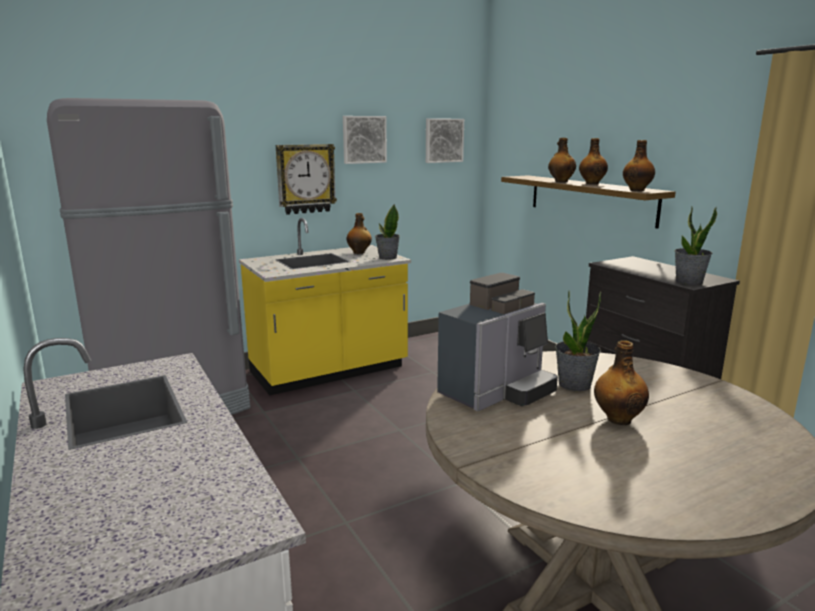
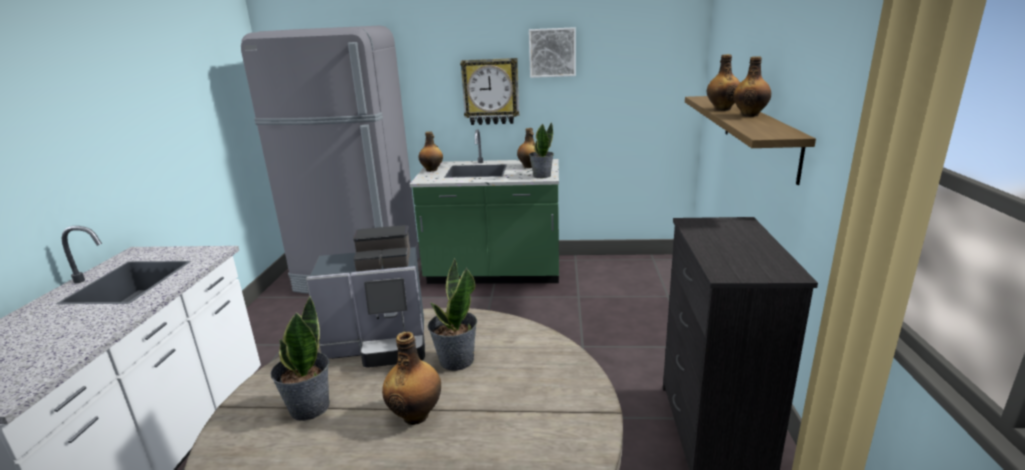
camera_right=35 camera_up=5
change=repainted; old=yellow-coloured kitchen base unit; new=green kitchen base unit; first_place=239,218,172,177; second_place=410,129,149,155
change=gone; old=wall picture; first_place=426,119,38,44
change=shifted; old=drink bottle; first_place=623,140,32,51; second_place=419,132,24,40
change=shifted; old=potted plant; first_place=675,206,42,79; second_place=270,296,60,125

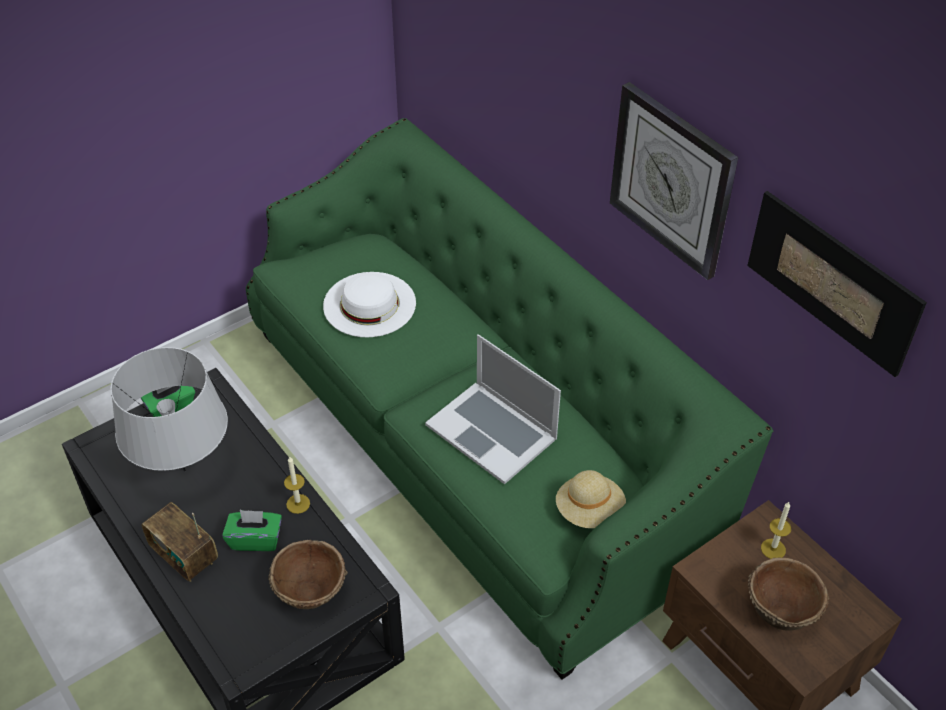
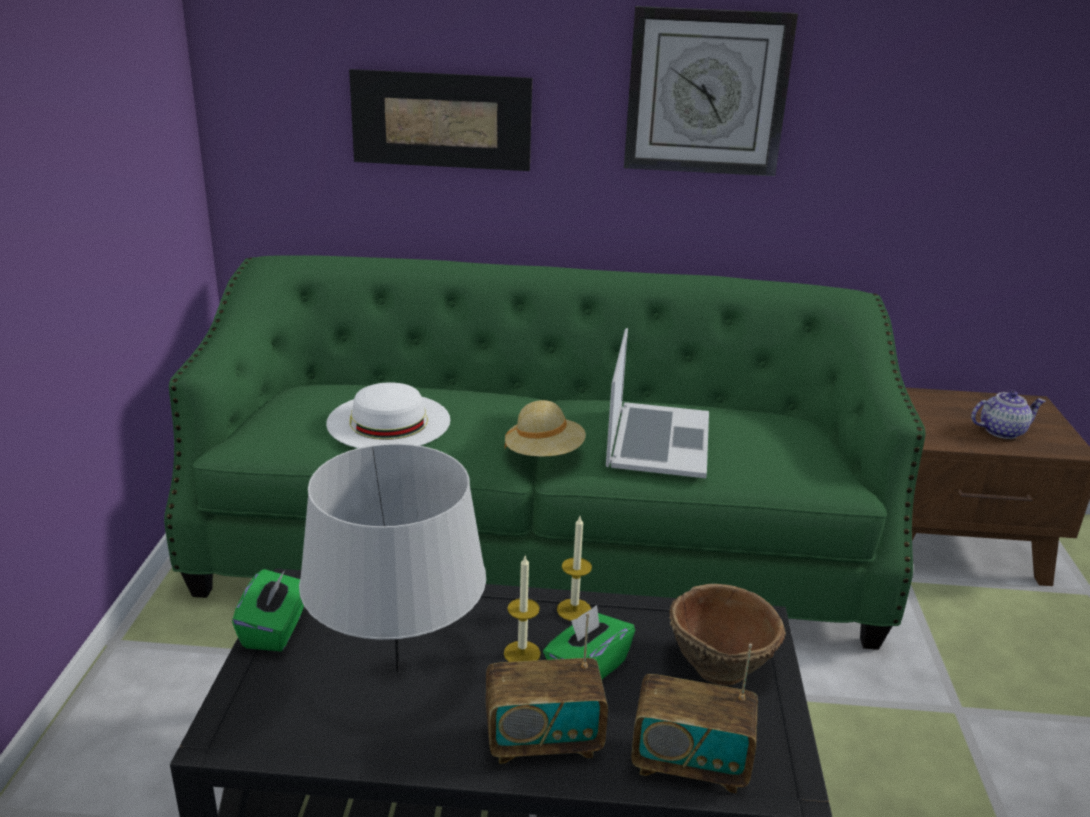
camera_right=-50 camera_up=-20
change=rotated; old=laptop; first_place=425,334,136,150; second_place=606,328,103,150; degrees=-75
change=shifted; old=beige-coloured clothing hat; first_place=556,470,70,58; second_place=505,400,81,57
change=shifted; old=wall picture; first_place=747,191,180,186; second_place=349,69,183,102
change=swapped; old=brown-coloured serving bowl; new=pot for tea; first_place=748,558,81,73; second_place=971,391,75,48
change=shifted; old=wax candle; first_place=761,502,30,57; second_place=504,556,37,106
change=new; new=radio receiver; second_place=631,644,127,149

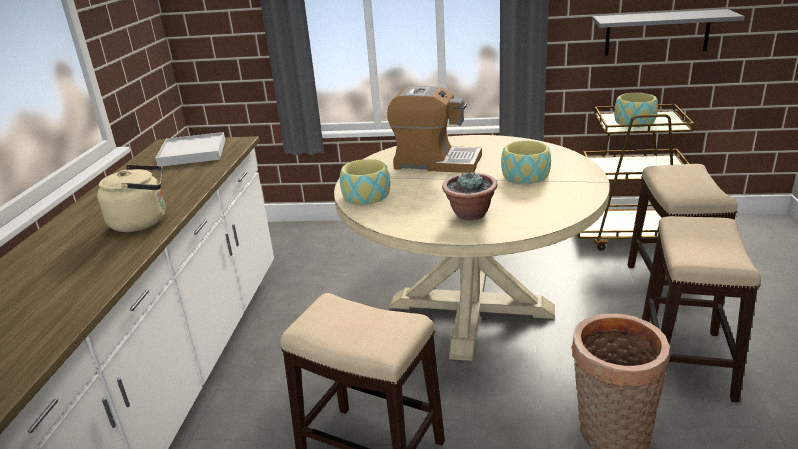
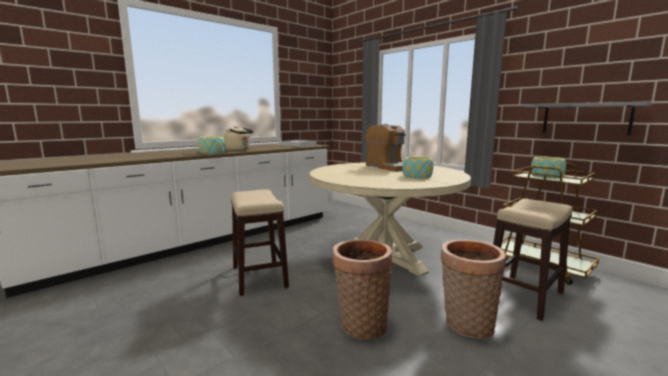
camera_right=40 camera_up=-15
change=shifted; old=serving bowl; first_place=340,159,50,45; second_place=198,136,27,18
change=gone; old=potted plant; first_place=442,172,56,48
change=swapped; old=sitting stool; new=household basket; first_place=642,216,119,186; second_place=441,239,65,100

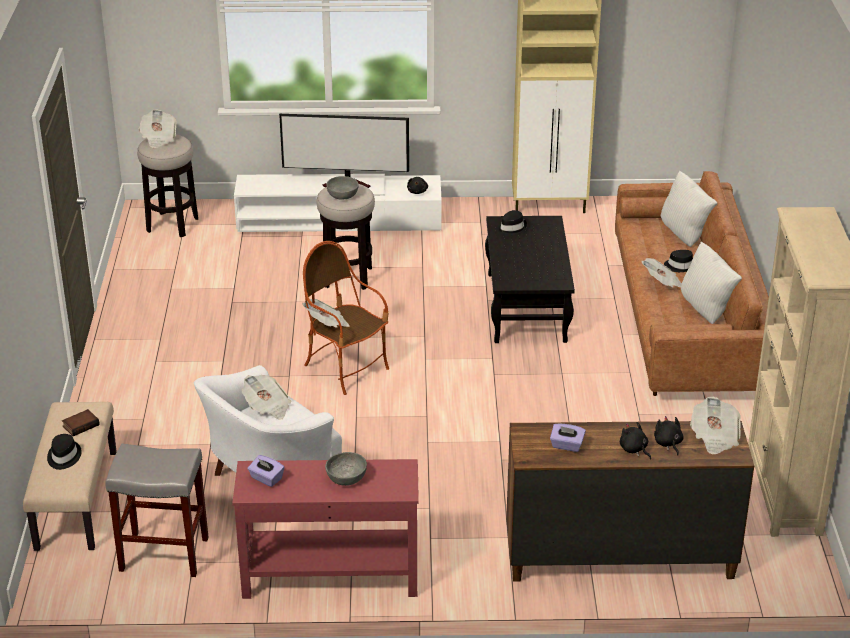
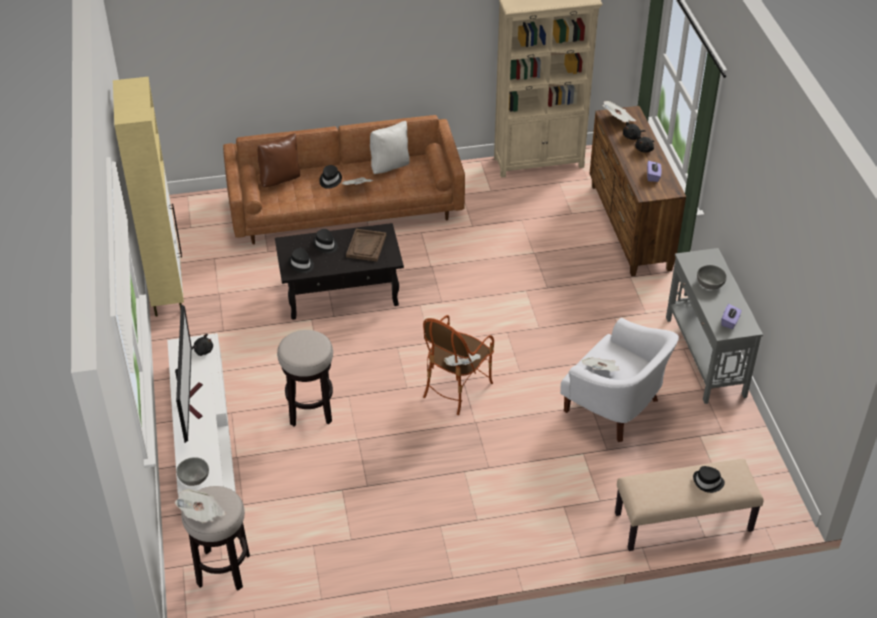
camera_right=-100 camera_up=10
change=gone; old=volume; first_place=62,409,38,27
change=gone; old=grey sitting stool; first_place=105,443,104,134
change=repainted; old=red-coloured console table; new=grey console table; first_place=232,459,187,140; second_place=666,248,97,156
change=shifted; old=grey serving bowl; first_place=326,176,33,24; second_place=177,457,32,29
change=repainted; old=white pillow; new=brown-coloured pillow; first_place=661,170,56,77; second_place=258,133,42,55
change=new; new=black-coloured clothing hat; second_place=313,229,25,24
change=new; new=brown-coloured tray; second_place=346,229,40,32

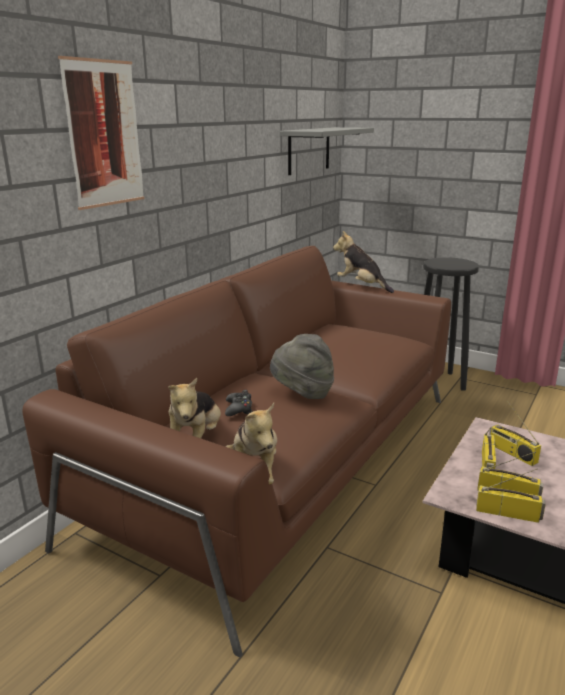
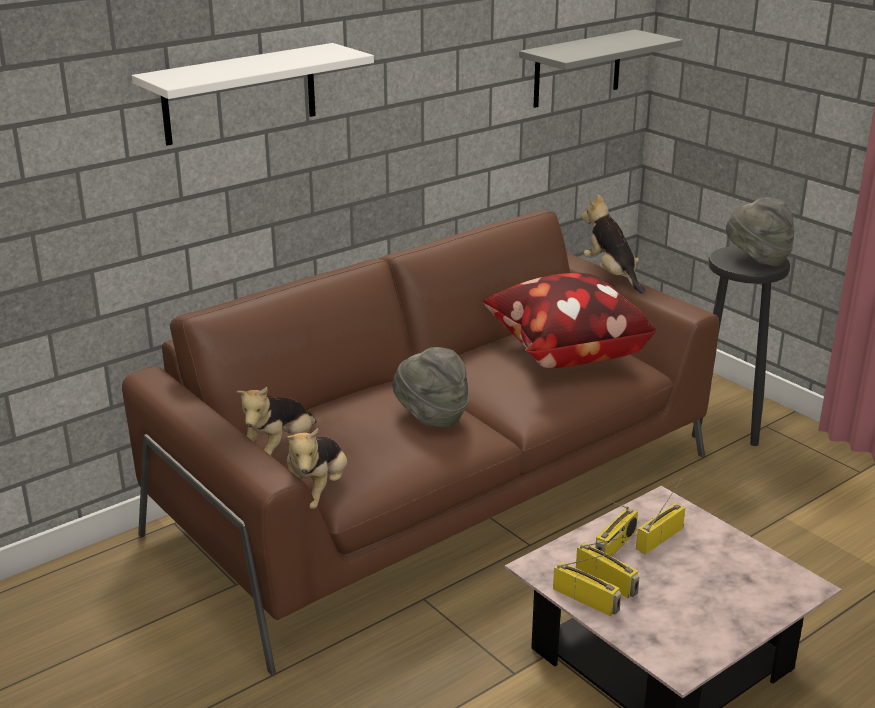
camera_right=20 camera_up=5
change=swapped; old=wall picture; new=white shelf; first_place=58,56,86,154; second_place=132,43,242,103
change=gone; old=black-coloured game controller; first_place=225,390,27,26
change=rotated; old=radio receiver; first_place=489,401,52,65; second_place=636,478,49,76; degrees=60
change=new; new=pillow; second_place=483,273,173,95
change=new; new=grey clothing hat; second_place=726,197,68,69

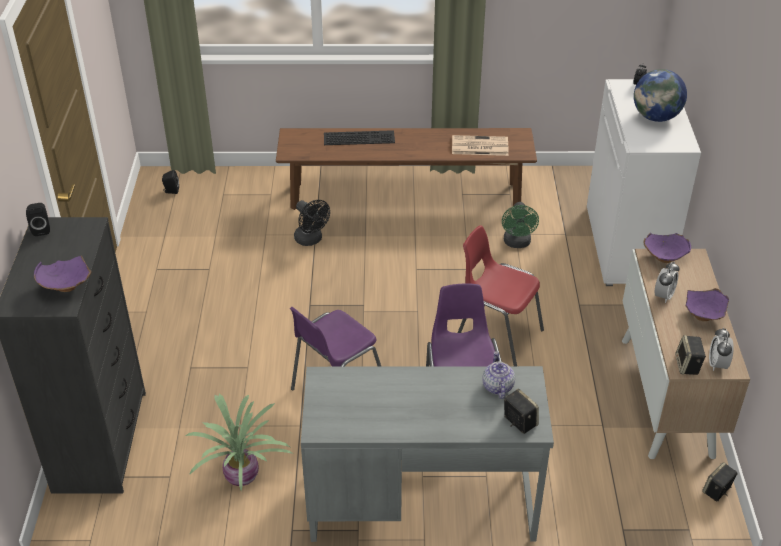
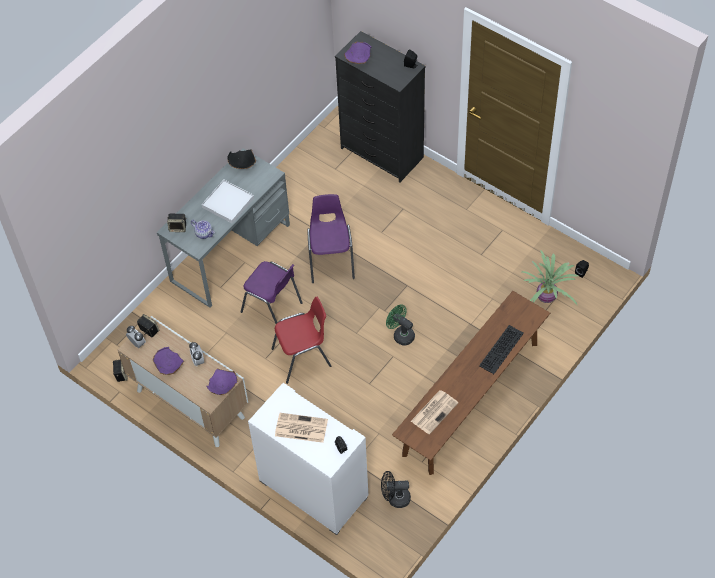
camera_right=130 camera_up=15
change=shifted; old=potted plant; first_place=185,394,108,97; second_place=522,250,56,56
change=shifted; old=black-coloured cooling fan; first_place=294,200,36,46; second_place=381,471,30,37
change=shifted; old=green cooling fan; first_place=502,202,37,46; second_place=386,305,29,41
change=swapped; old=desk globe; new=daily paper; first_place=634,69,53,53; second_place=275,413,53,30
change=new; new=white tray; second_place=202,180,52,44
change=new; new=black-coloured serving bowl; second_place=227,149,29,20

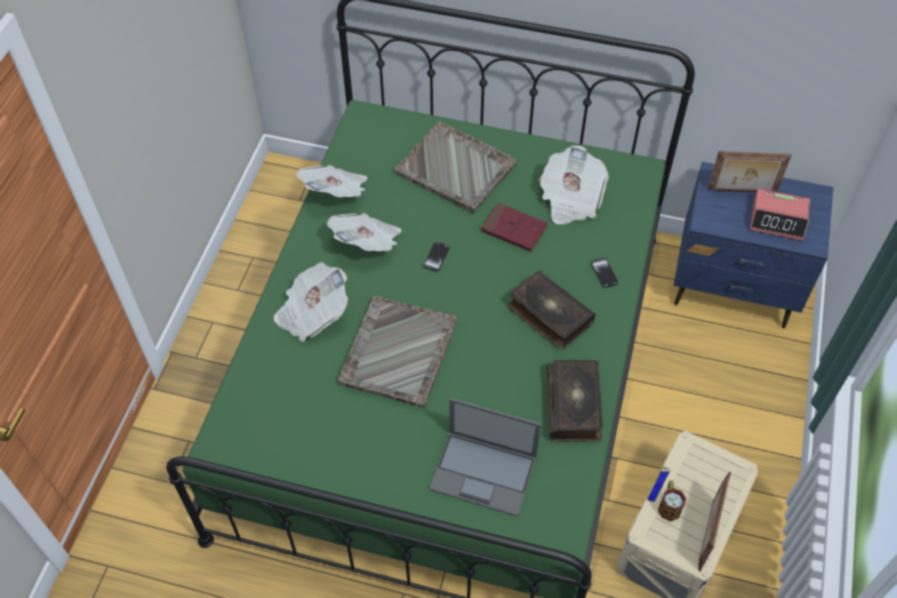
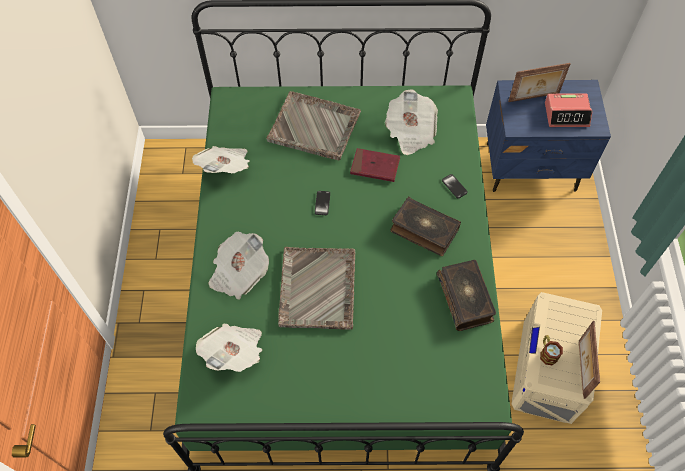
camera_right=-15 camera_up=5
change=shifted; old=daily paper; first_place=327,213,75,38; second_place=196,324,66,48
change=gone; old=laptop; first_place=429,398,112,119

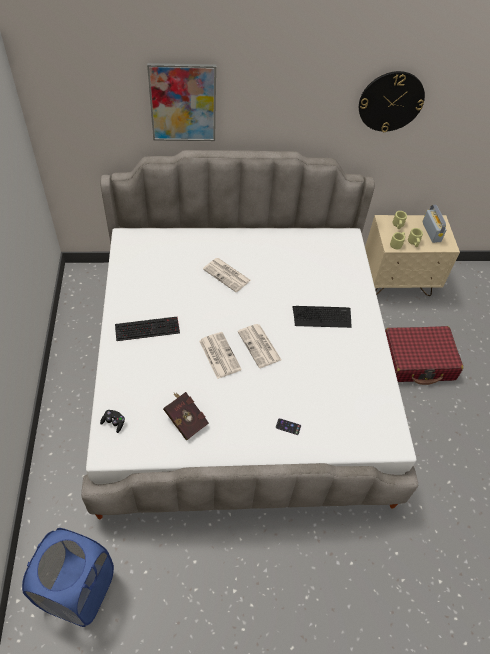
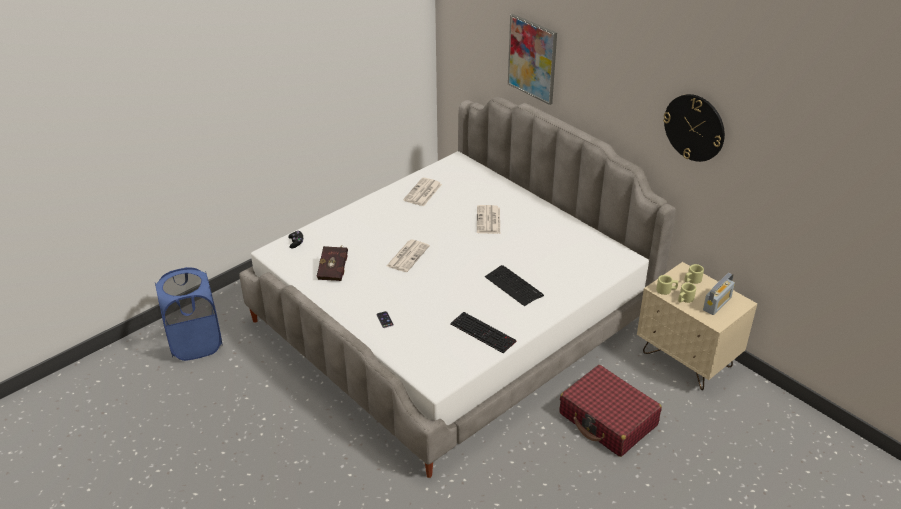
camera_right=55 camera_up=-15
change=shifted; old=computer keyboard; first_place=115,317,65,24; second_place=450,312,67,41
change=shifted; old=daily paper; first_place=238,324,43,44; second_place=403,177,39,29

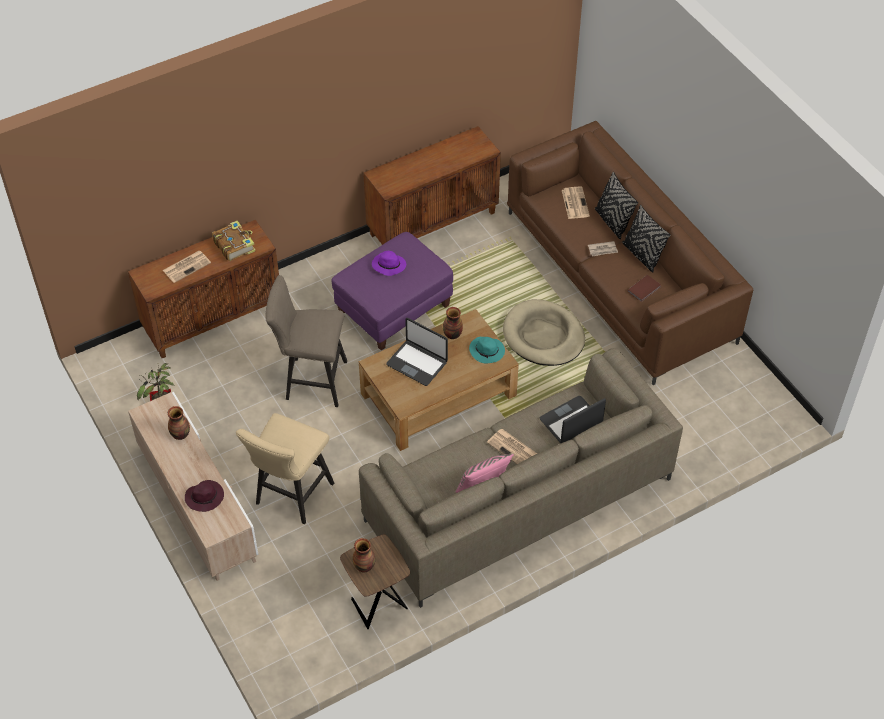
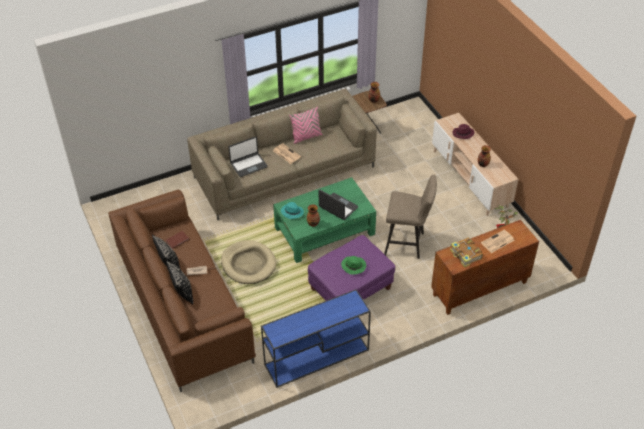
camera_right=-175 camera_up=-5
change=gone; old=beige-coloured sitting stool; first_place=236,413,98,111
change=repainted; old=brown-coloured coffee table; new=green coffee table; first_place=359,309,160,142; second_place=273,177,103,86
change=swapped; old=brown-coloured storage cabinet; new=blue console table; first_place=363,126,138,119; second_place=261,289,110,99
change=repainted; old=purplish clothing hat; new=green clothing hat; first_place=372,251,34,25; second_place=341,256,25,19
change=gone; old=daily paper; first_place=562,186,28,33

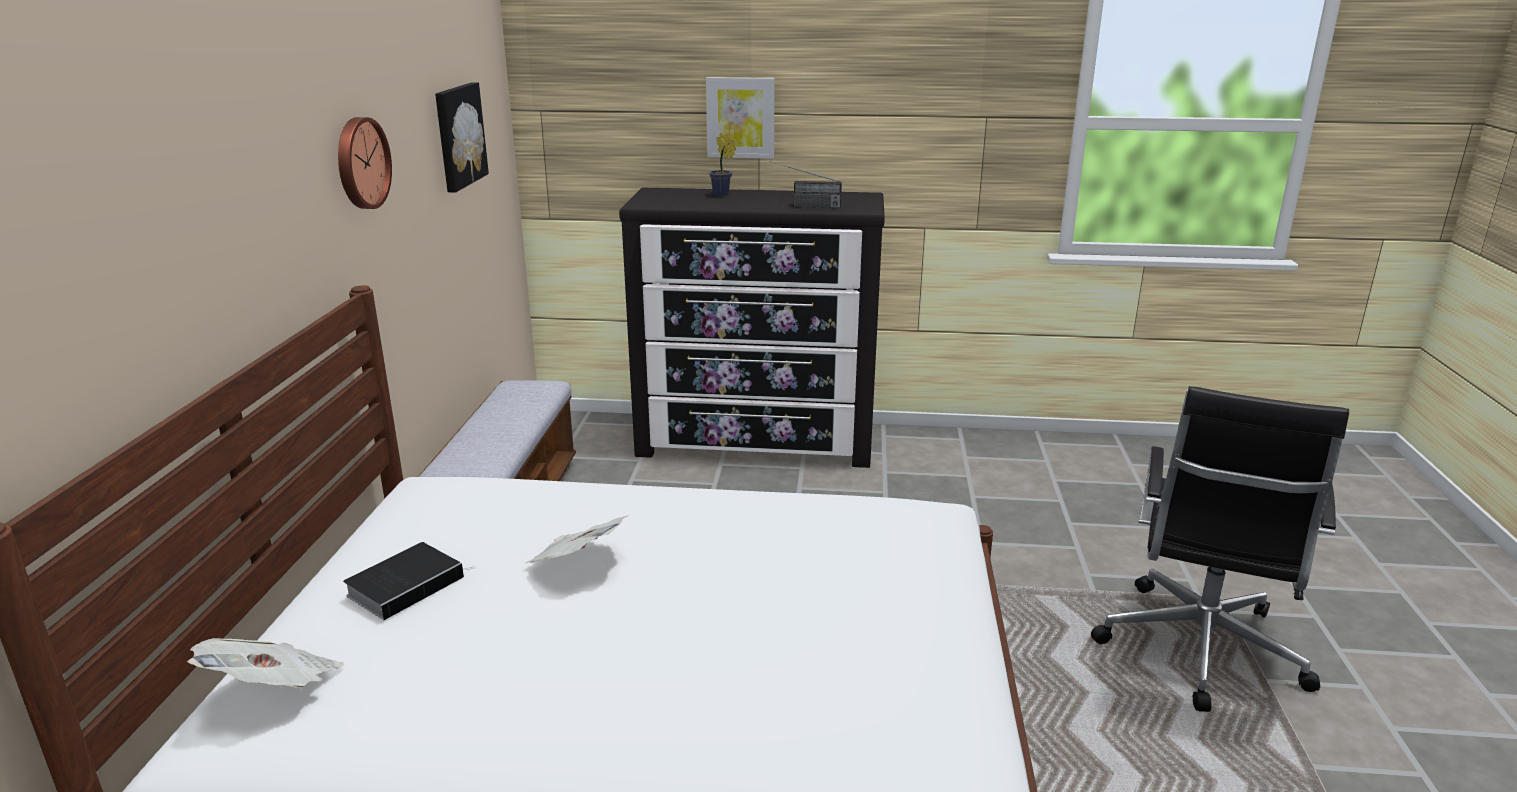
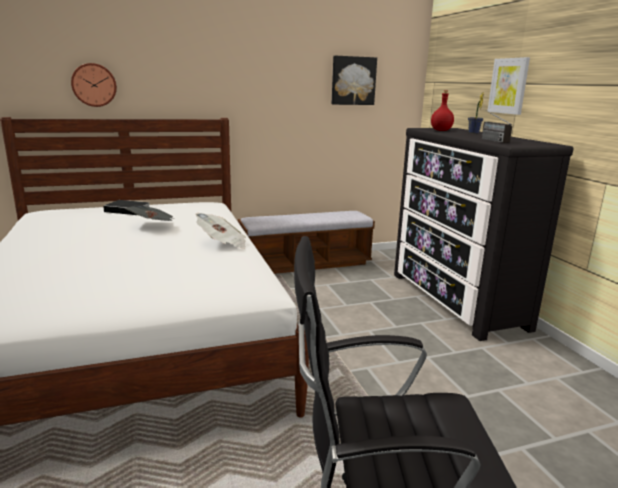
camera_right=65 camera_up=-5
change=shifted; old=daily paper; first_place=187,638,157,49; second_place=196,213,50,36
change=shifted; old=hanging clock; first_place=338,117,54,92; second_place=71,63,46,44
change=new; new=red-coloured drink bottle; second_place=431,90,23,41

